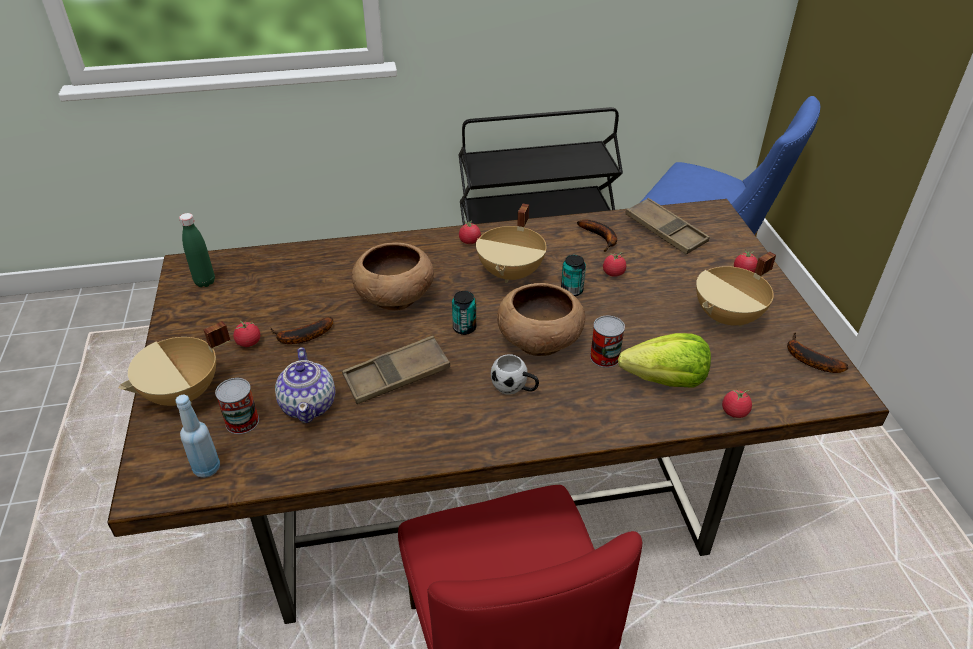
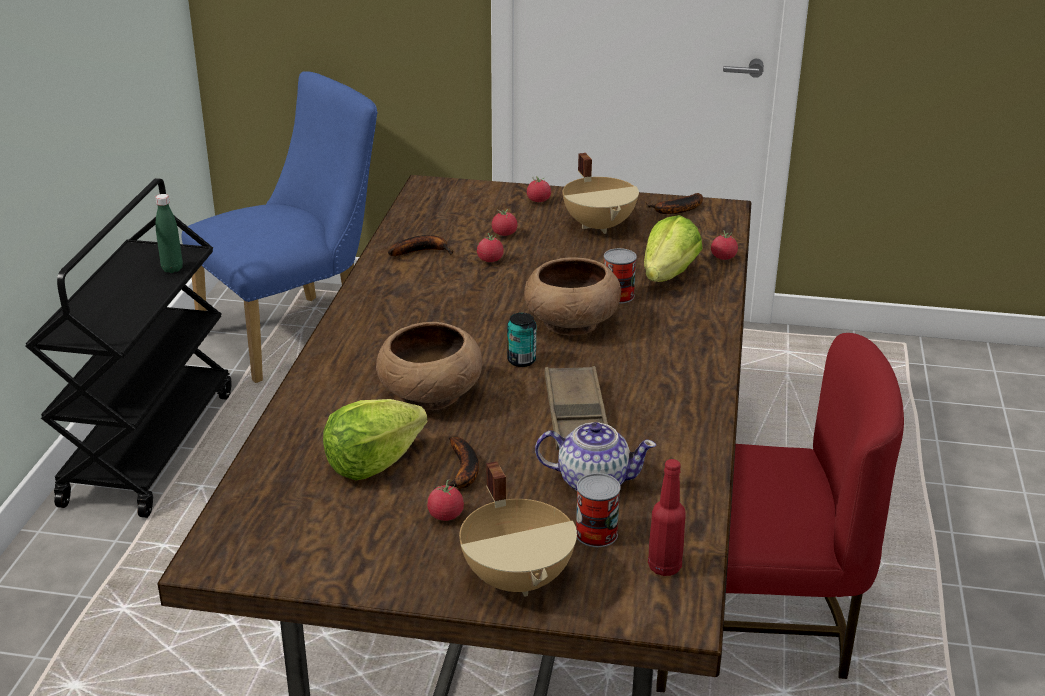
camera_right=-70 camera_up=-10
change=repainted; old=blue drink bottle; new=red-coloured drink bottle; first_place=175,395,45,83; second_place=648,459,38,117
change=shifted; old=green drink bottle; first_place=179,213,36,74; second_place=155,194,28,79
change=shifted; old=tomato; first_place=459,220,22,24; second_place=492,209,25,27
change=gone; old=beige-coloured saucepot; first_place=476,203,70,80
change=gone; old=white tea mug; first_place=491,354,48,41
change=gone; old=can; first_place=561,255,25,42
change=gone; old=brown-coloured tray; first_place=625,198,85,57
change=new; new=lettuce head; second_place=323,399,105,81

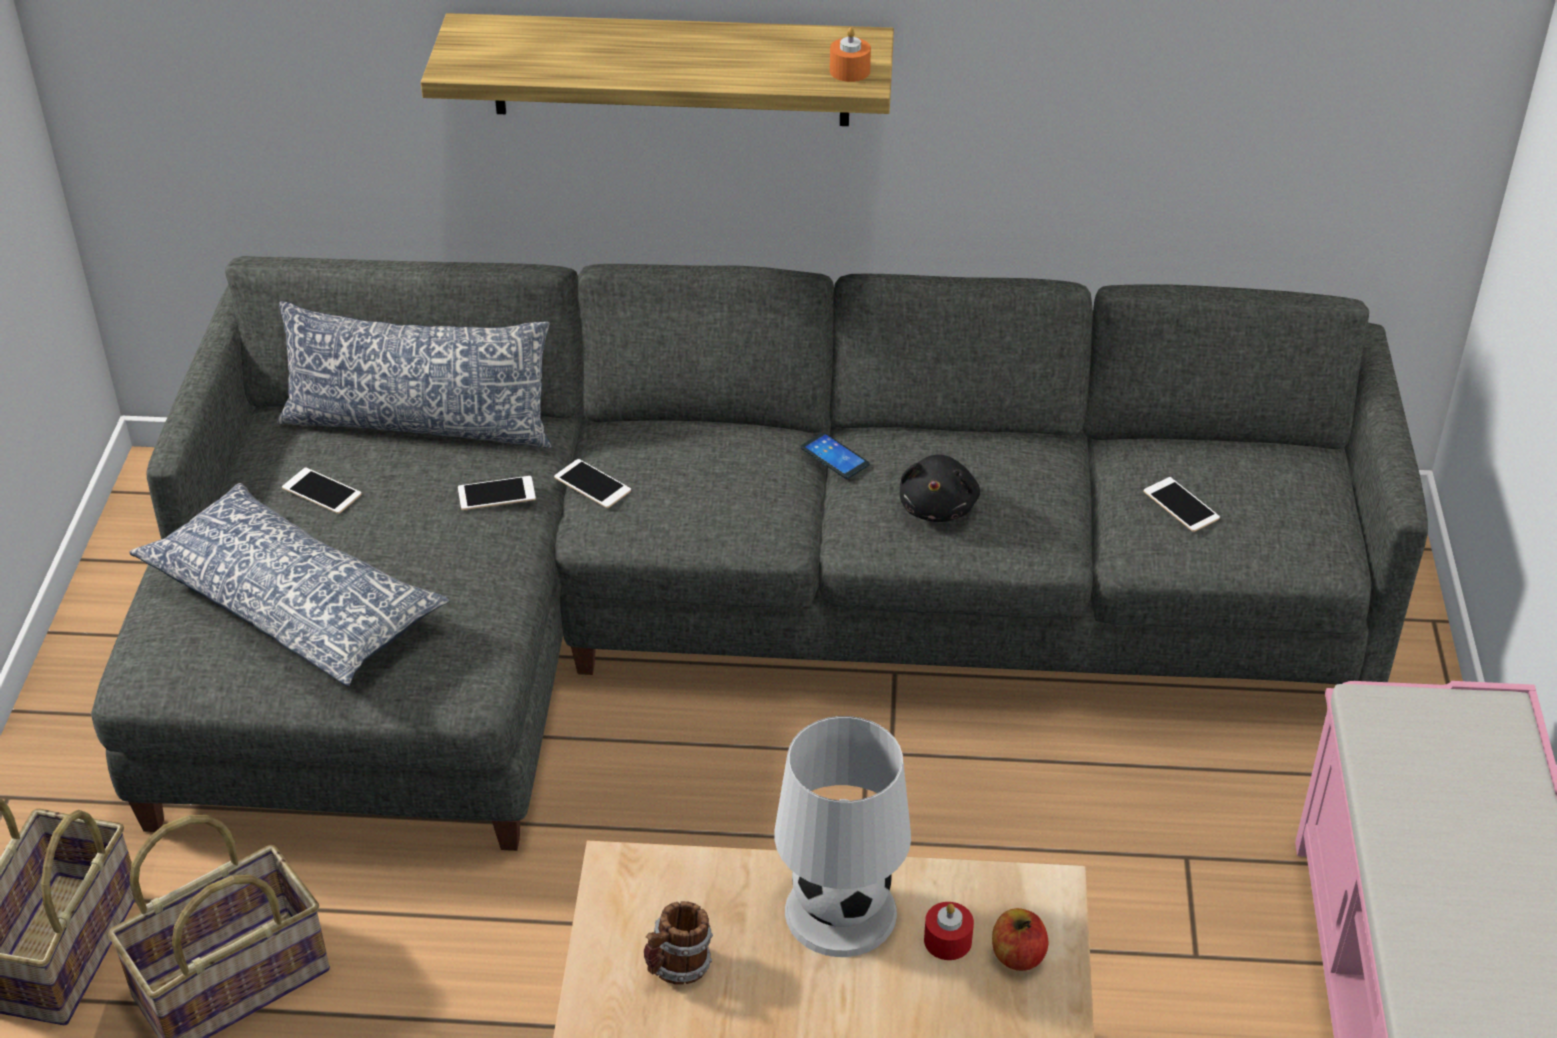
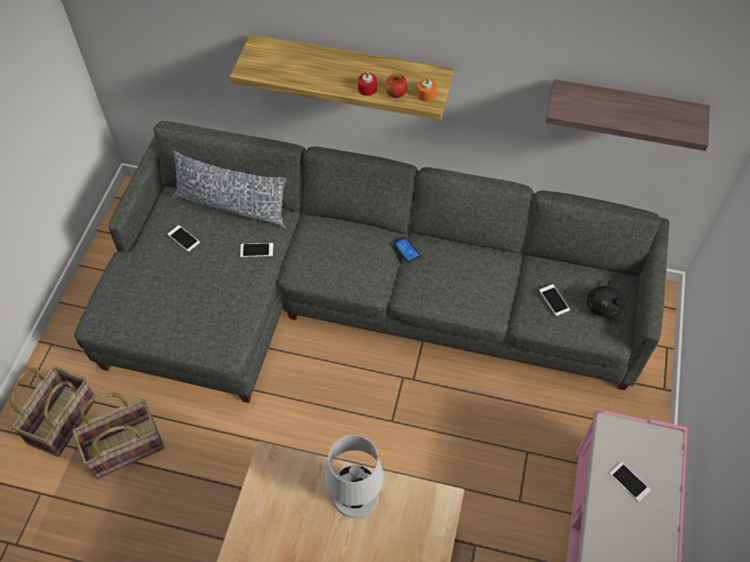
camera_right=10 camera_up=15
change=gone; old=pillow; first_place=129,483,320,204
change=shifted; old=handset; first_place=554,459,77,49; second_place=609,462,42,40
change=gone; old=tea mug; first_place=644,901,69,84
change=shifted; old=black-coloured soft toy; first_place=900,454,80,68; second_place=587,280,37,38
change=shifted; old=red-coloured wax candle; first_place=924,902,50,58; second_place=358,72,19,24
change=shifted; old=apple fruit; first_place=992,908,56,63; second_place=385,73,22,25
change=new; new=shelf; second_place=546,79,164,72

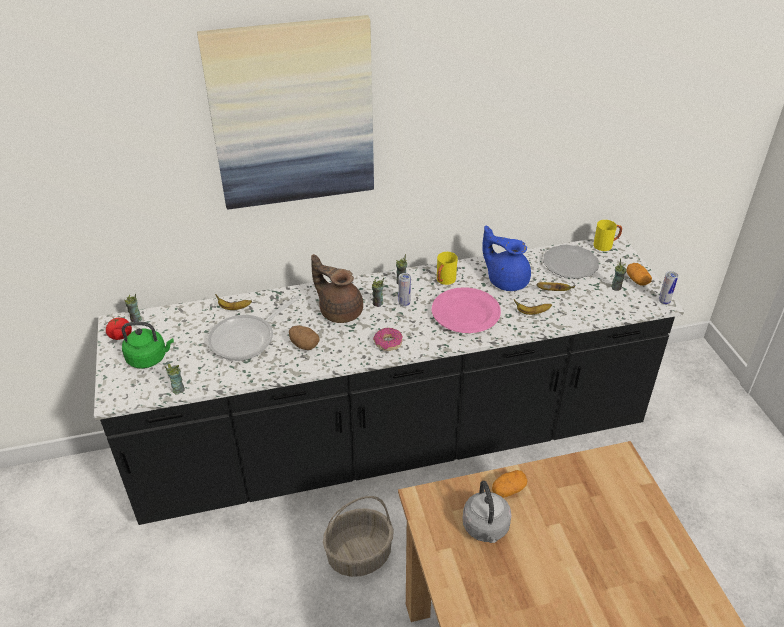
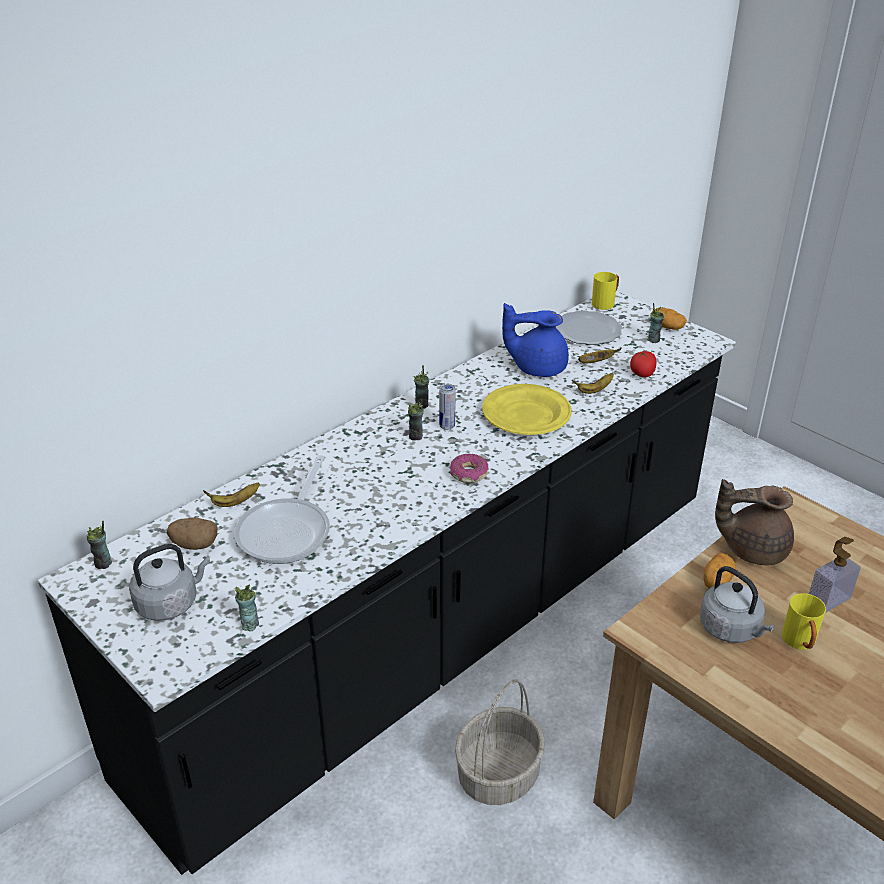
camera_right=-30 camera_up=-5
change=shifted; old=tomato; first_place=106,318,26,22; second_place=630,351,26,26
change=repainted; old=green tea kettle; new=grey tea kettle; first_place=122,322,52,47; second_place=129,544,81,77
change=gone; old=wall picture; first_place=197,15,177,194
change=shifted; old=spud; first_place=289,326,31,24; second_place=167,517,51,33
change=shifted; old=brown-coloured pot for tea; first_place=311,254,52,69; second_place=715,479,79,86
change=repainted; old=pink flat dish; new=yellow-coloured flat dish; first_place=432,287,69,46; second_place=482,384,90,51
change=shifted; old=yellow-coloured tea mug; first_place=437,252,21,33; second_place=782,593,44,57
change=gone; old=can; first_place=659,271,19,34
change=new; new=soap bottle; second_place=809,537,52,76

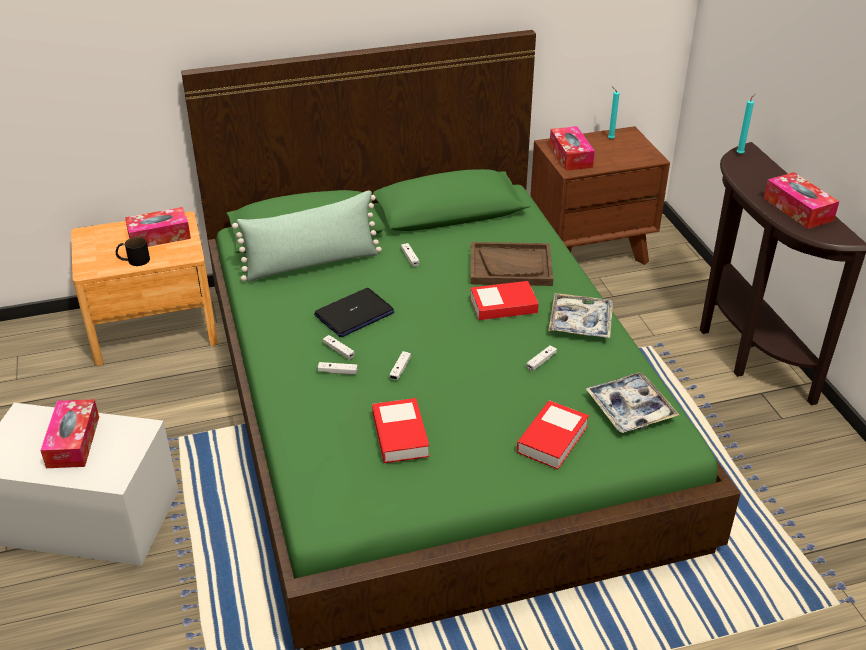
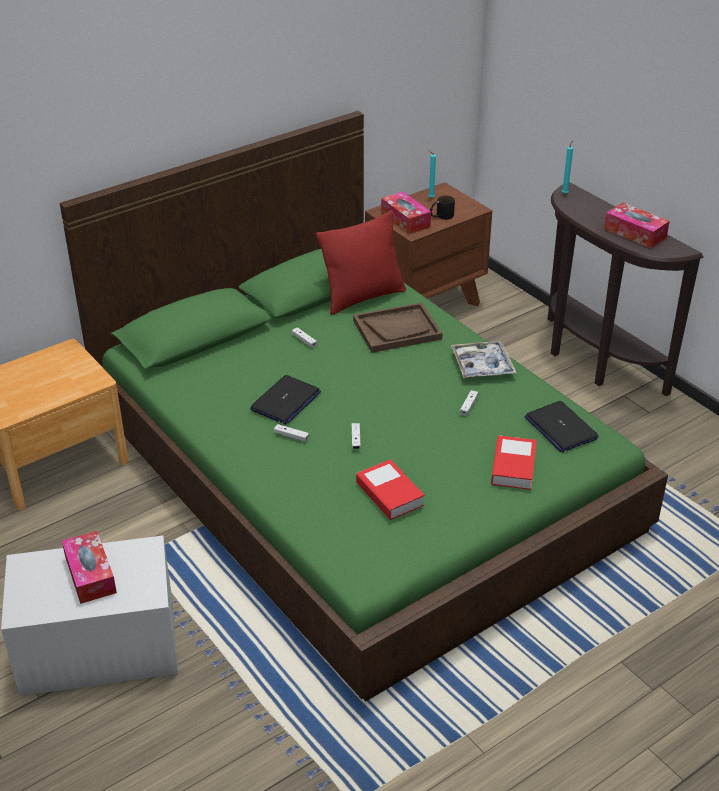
camera_right=-20 camera_up=0
change=shifted; old=black-coloured tea mug; first_place=116,237,34,29; second_place=430,195,25,25
change=gone; old=tissue holder; first_place=125,207,66,40
change=gone; old=green pillow; first_place=232,191,150,91
change=gone; old=white game controller; first_place=318,362,39,13
change=gone; old=volume; first_place=470,281,68,39
change=swapped; old=tray; new=laptop; first_place=586,372,93,61; second_place=525,401,74,51
change=new; new=red-coloured pillow; second_place=316,211,90,104

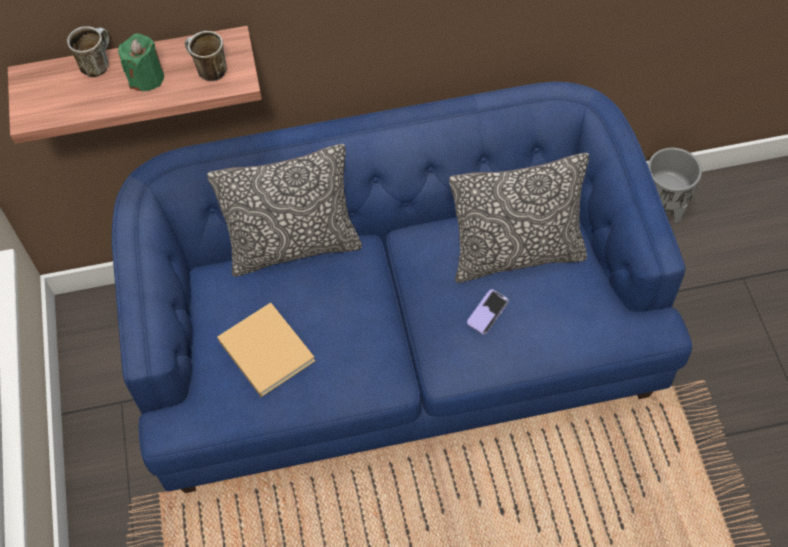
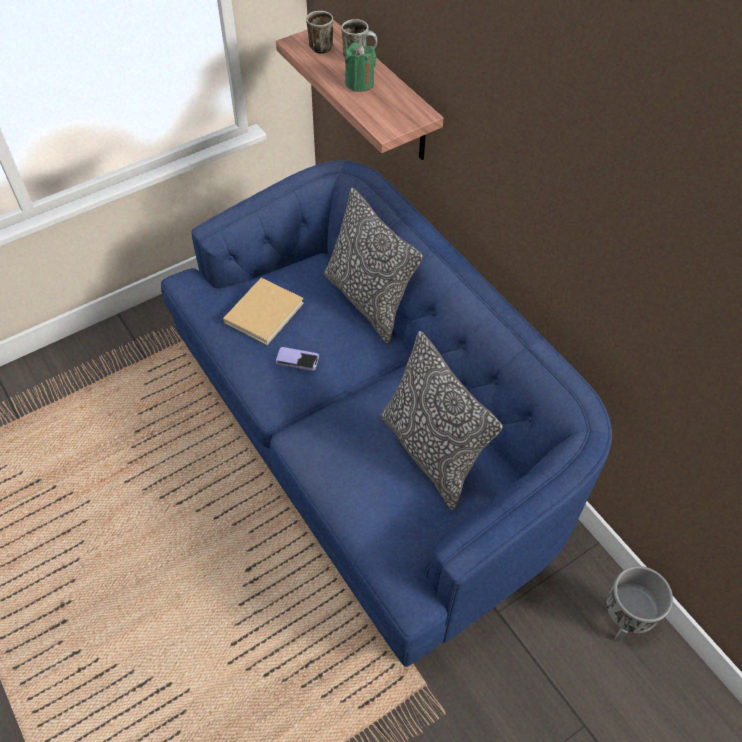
camera_right=65 camera_up=-5
change=shifted; old=tea mug; first_place=185,31,42,50; second_place=306,11,27,43
change=shifted; old=handset; first_place=467,289,42,46; second_place=276,347,43,24

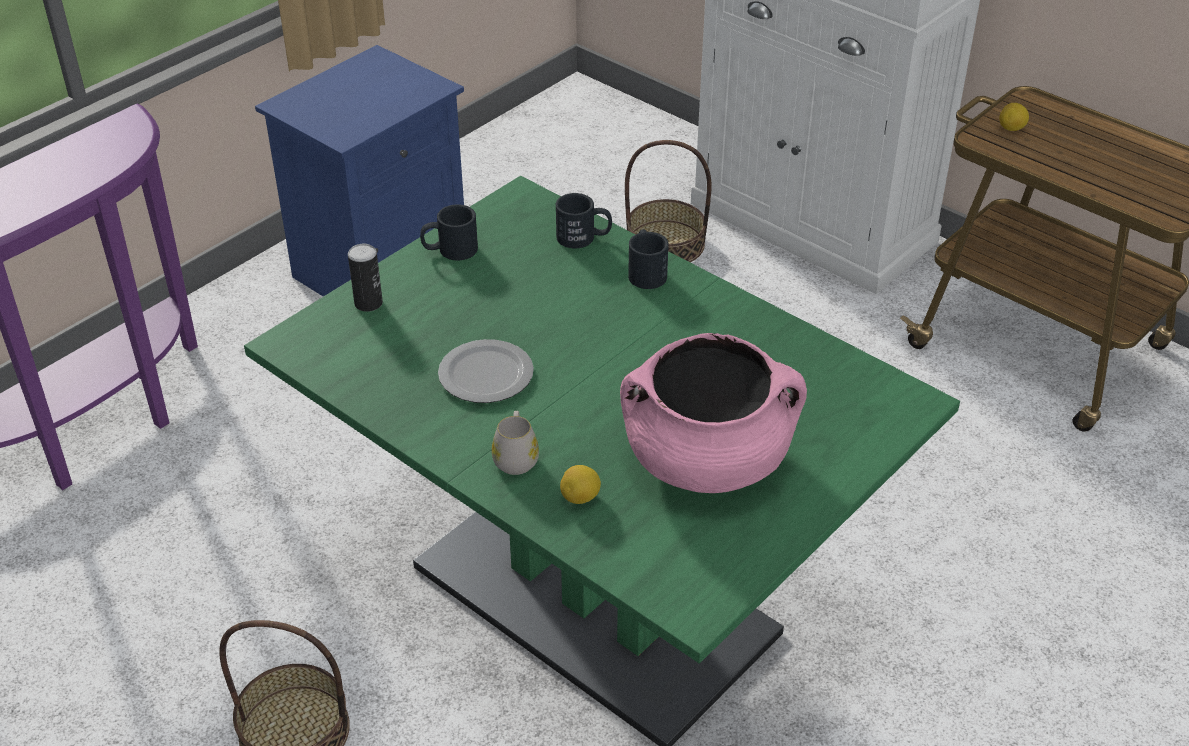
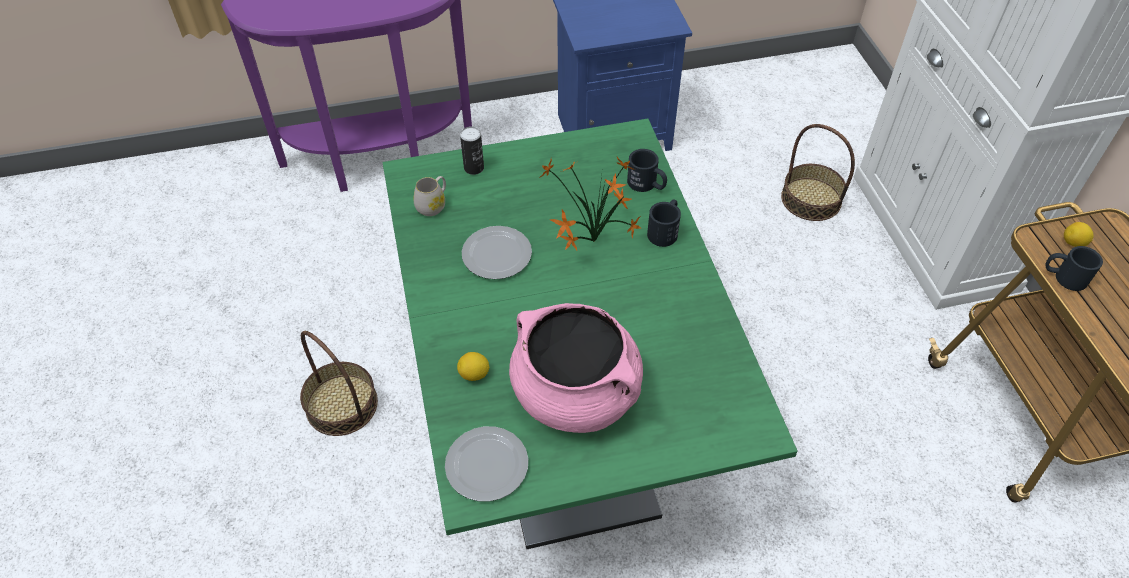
camera_right=35 camera_up=10
change=shifted; old=black-coloured tea mug; first_place=420,204,58,57; second_place=1045,246,58,45
change=shifted; old=white tea mug; first_place=492,411,47,64; second_place=413,176,33,40
change=new; new=flat dish; second_place=445,426,83,76
change=new; new=potted plant; second_place=540,157,101,93

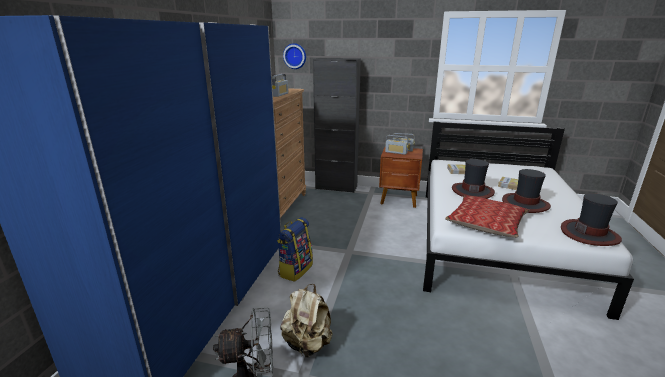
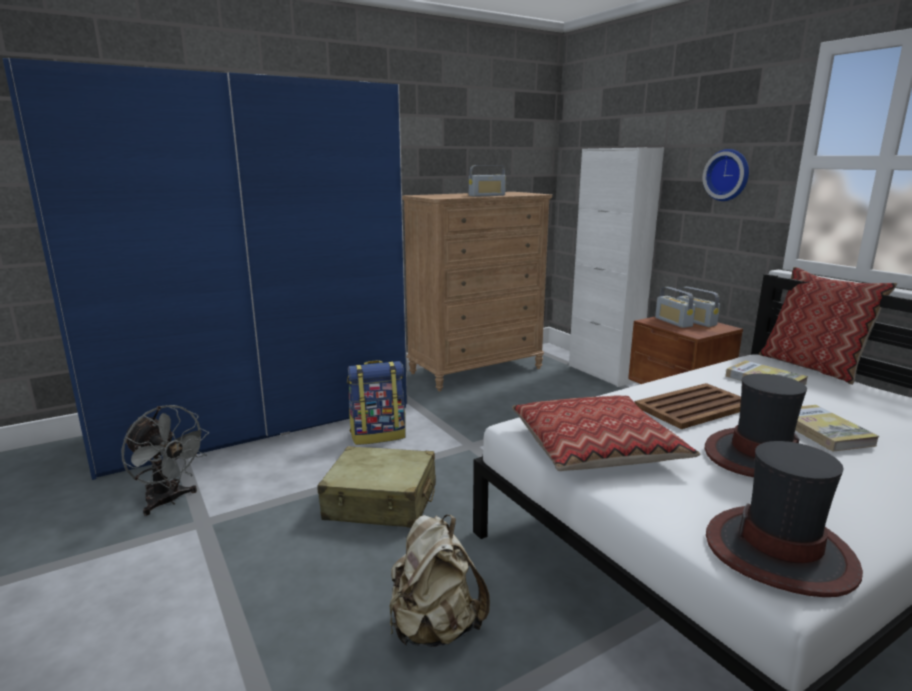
camera_right=45 camera_up=-5
change=shifted; old=beige-coloured knapsack; first_place=280,284,53,74; second_place=390,515,100,132
change=shifted; old=hanging clock; first_place=283,43,23,26; second_place=703,149,46,52
change=repainted; old=black-coloured storage cabinet; new=white storage cabinet; first_place=313,58,48,135; second_place=569,148,95,239
change=swapped; old=clothing hat; new=brown-coloured tray; first_place=452,159,43,40; second_place=635,383,106,46
change=new; new=beige-coloured travel case; second_place=317,446,119,82
change=new; new=pillow; second_place=759,267,139,118

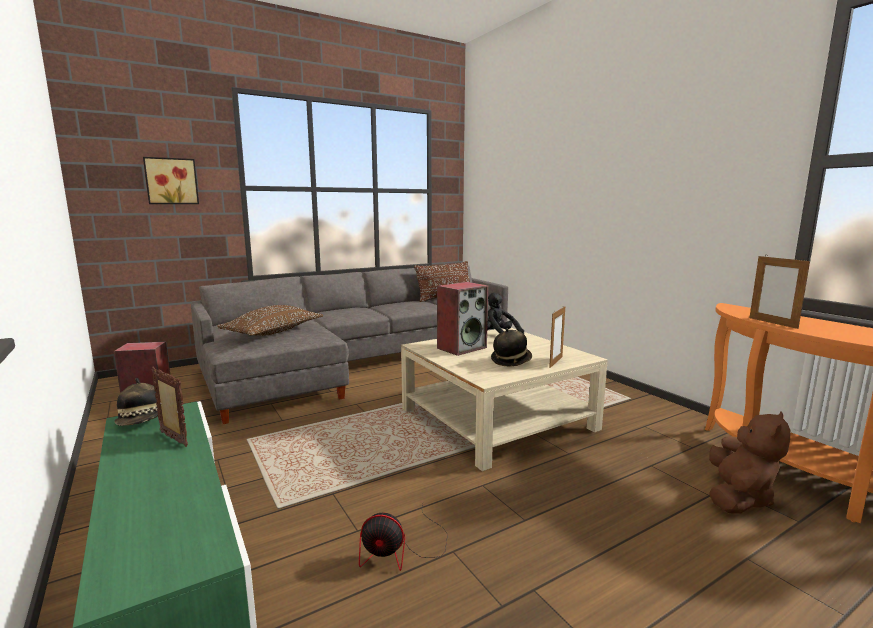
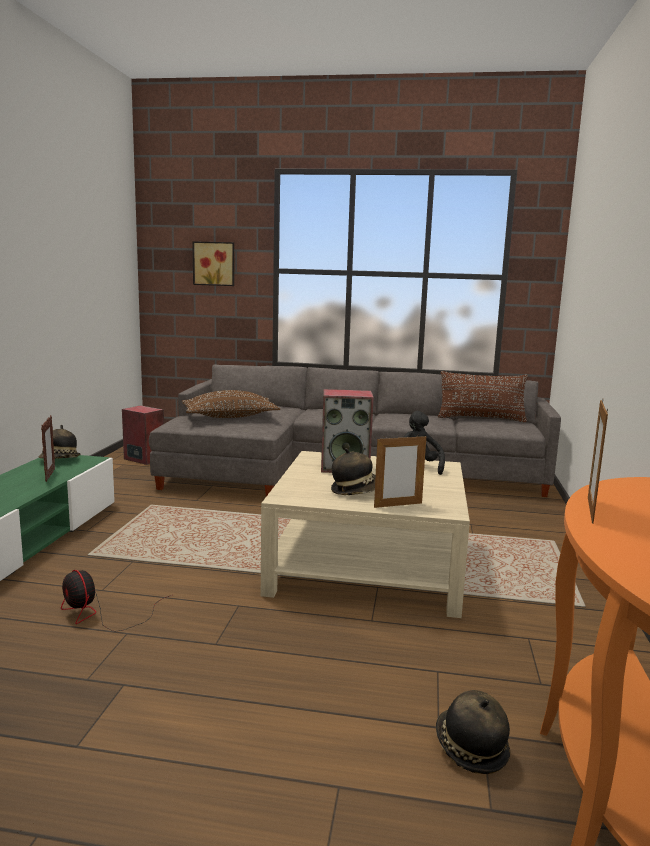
camera_right=40 camera_up=0
change=swapped; old=brown-coloured soft toy; new=clothing hat; first_place=709,411,81,103; second_place=436,690,74,84

